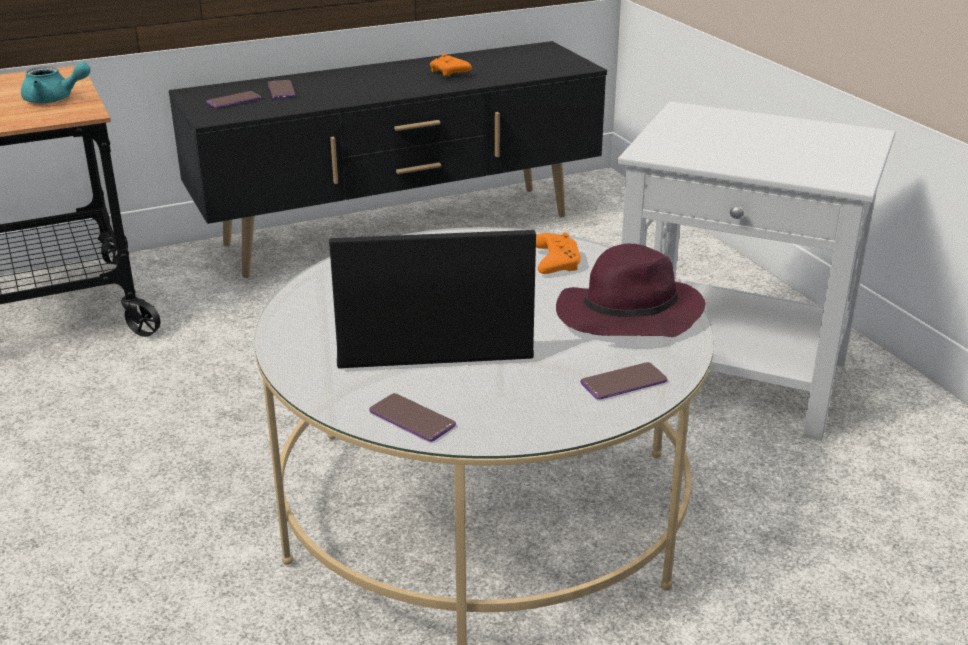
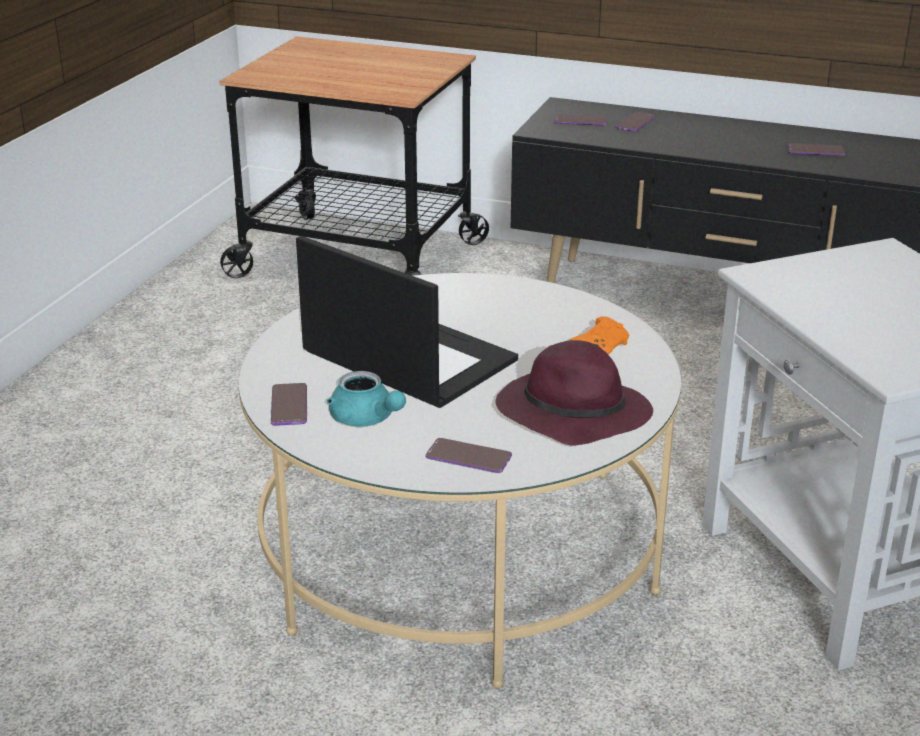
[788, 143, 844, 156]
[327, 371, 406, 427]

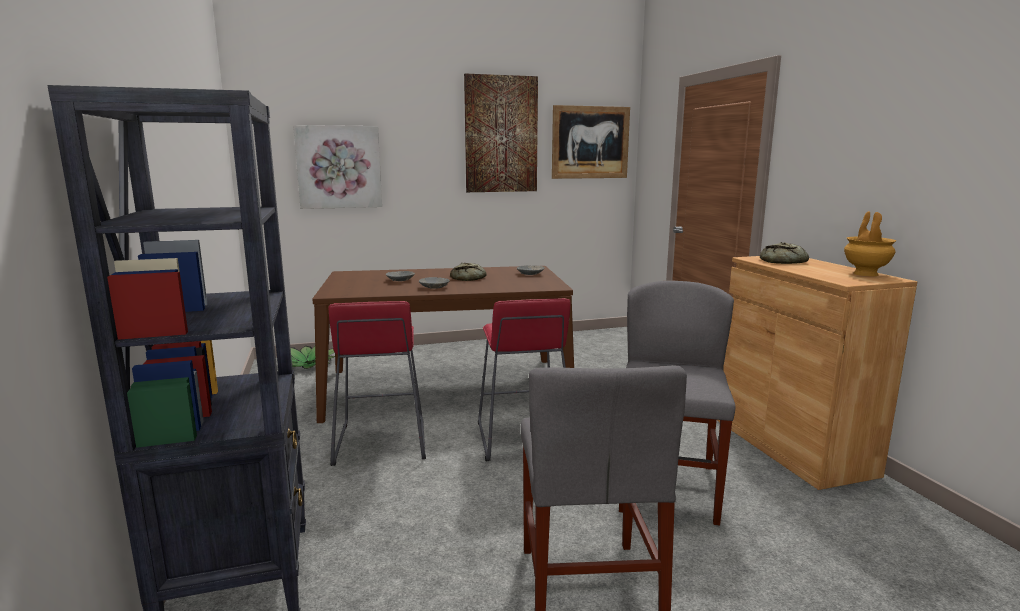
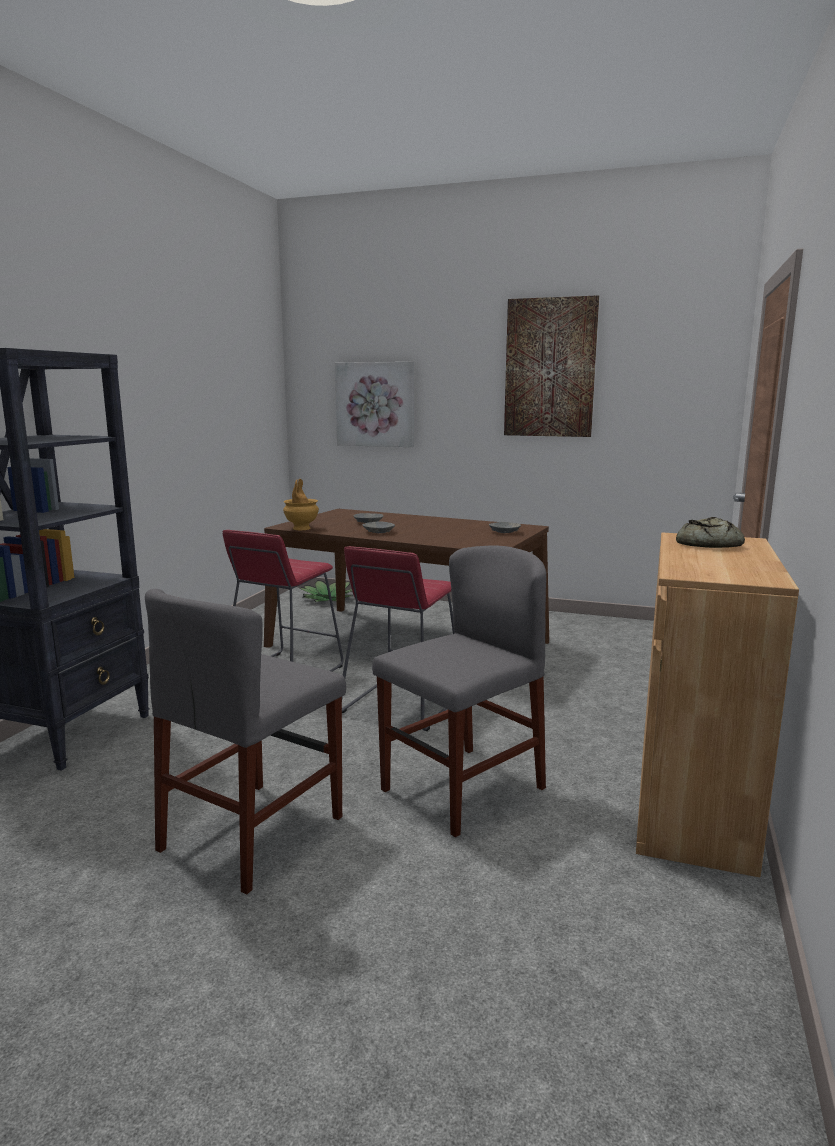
[552, 105, 630, 179] (first image)
[283, 479, 319, 530]
[450, 263, 487, 281] (first image)

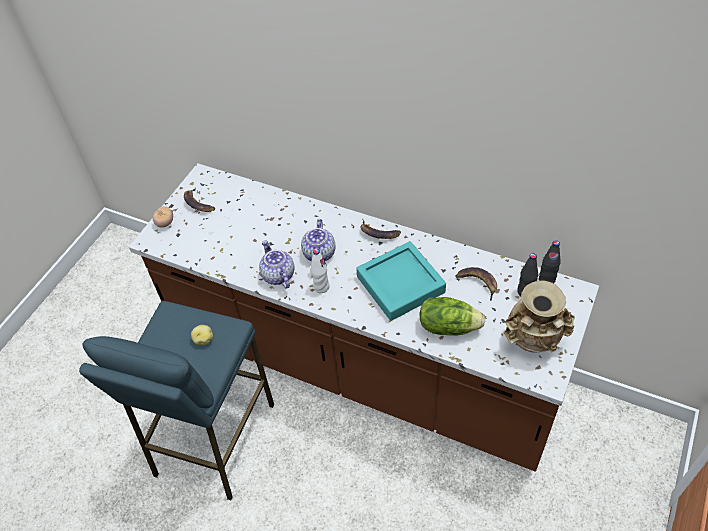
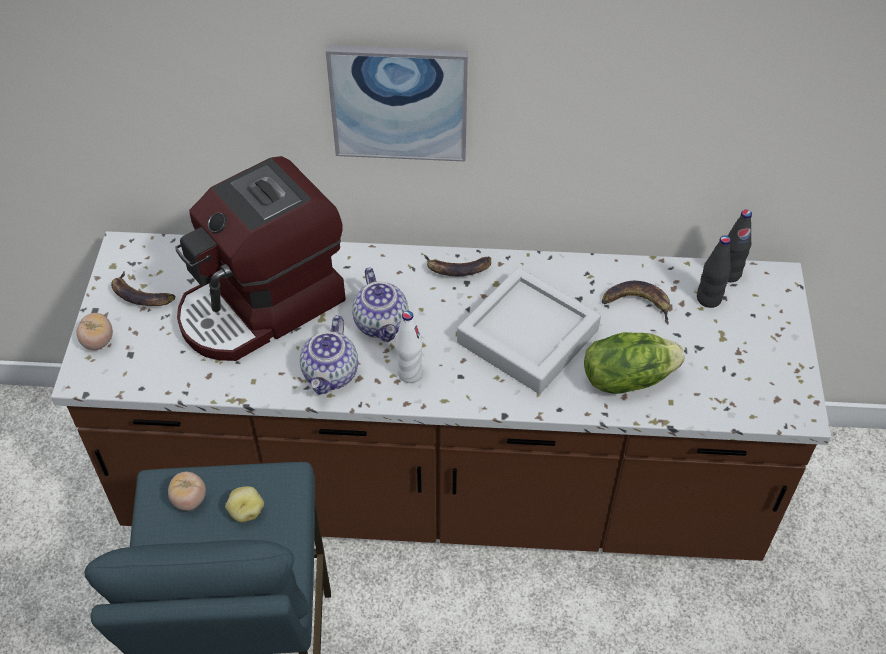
[300, 315, 358, 395]
[457, 267, 601, 394]
[503, 280, 574, 353] (first image)
[326, 45, 468, 161]
[175, 156, 346, 361]
[168, 472, 206, 511]

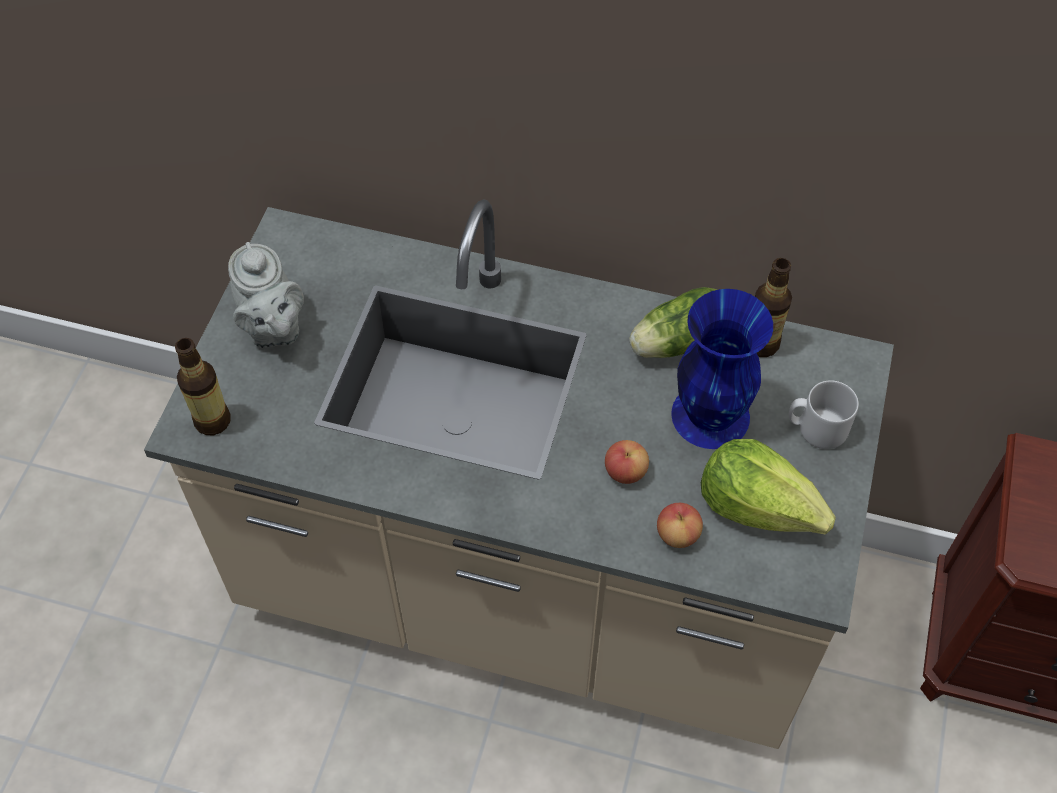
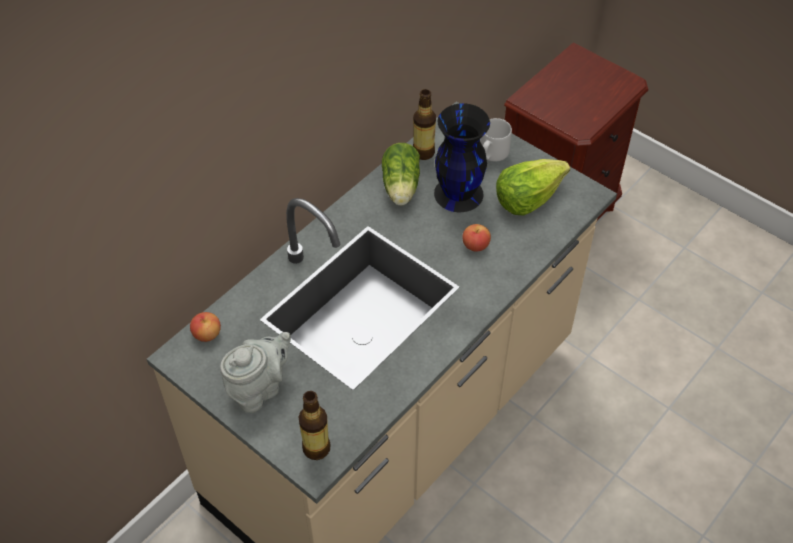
[220, 332, 291, 413]
[434, 103, 490, 212]
[190, 312, 221, 342]

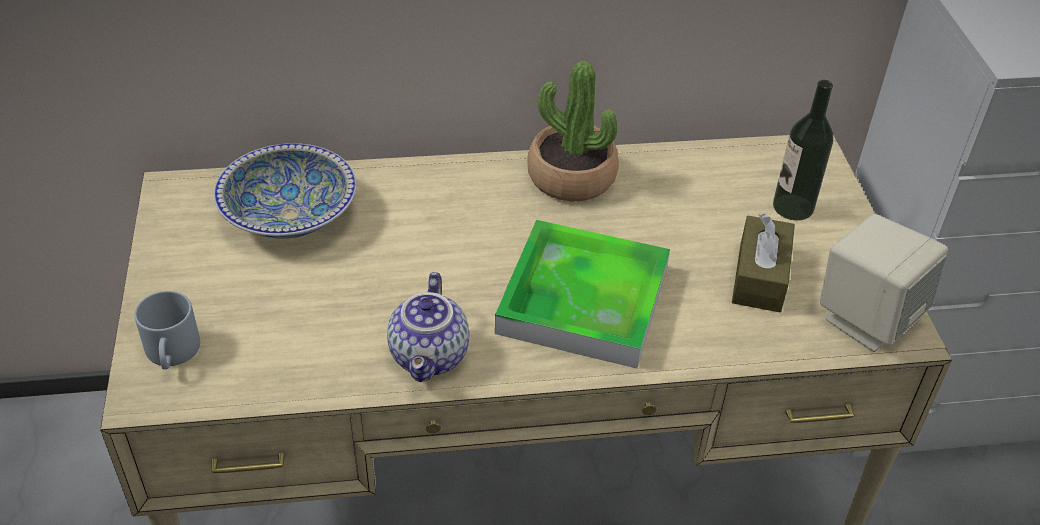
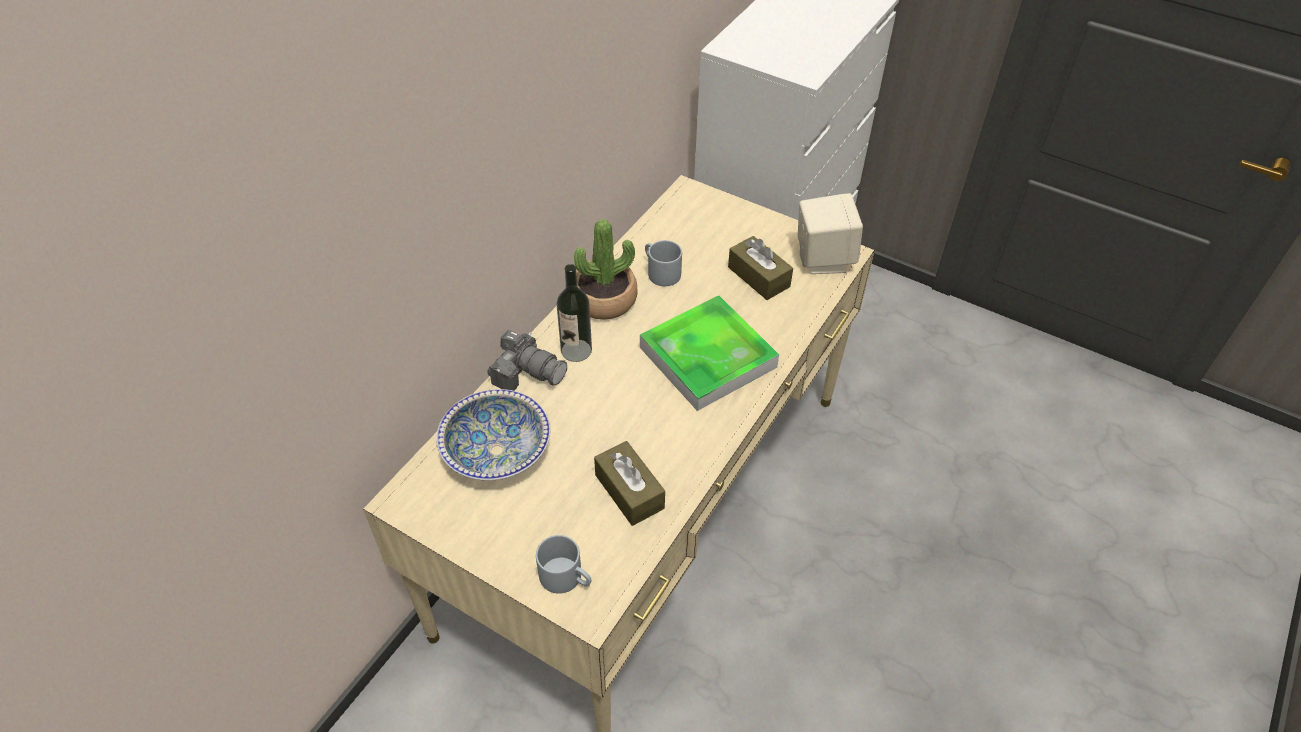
[557, 264, 592, 362]
[387, 272, 469, 382] (first image)
[645, 240, 682, 286]
[488, 330, 567, 391]
[594, 441, 665, 526]

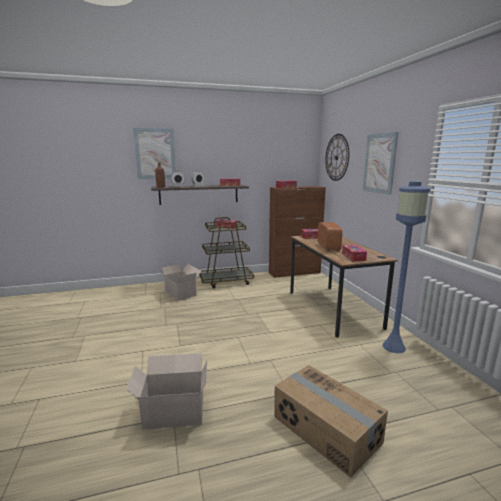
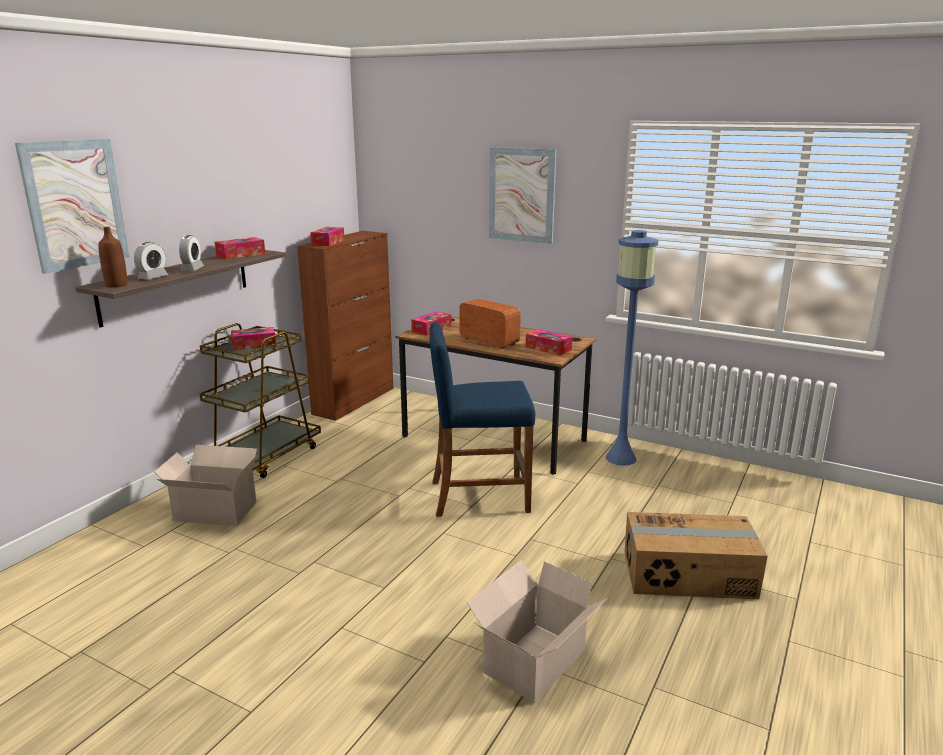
[325, 134, 349, 181] (first image)
[429, 322, 535, 517]

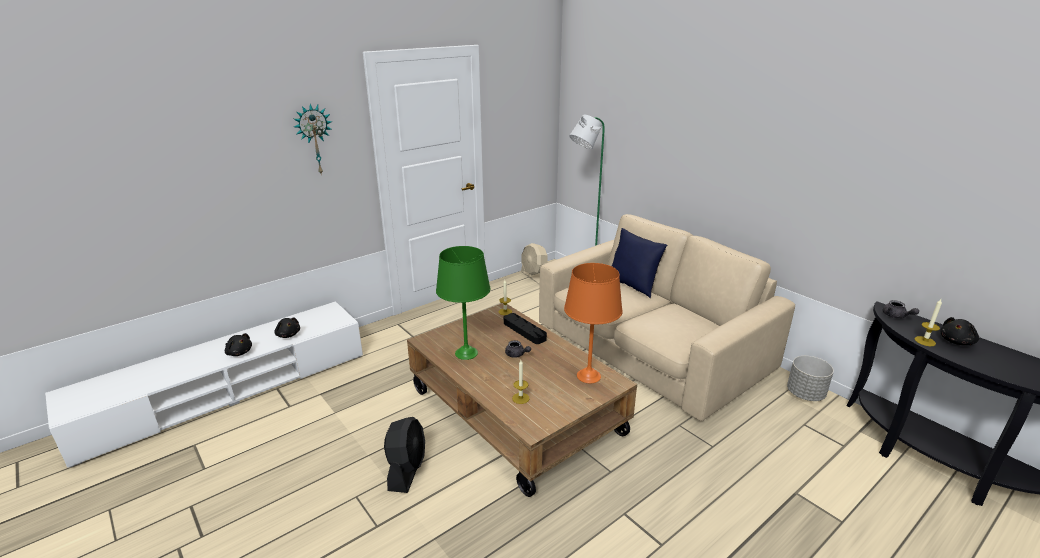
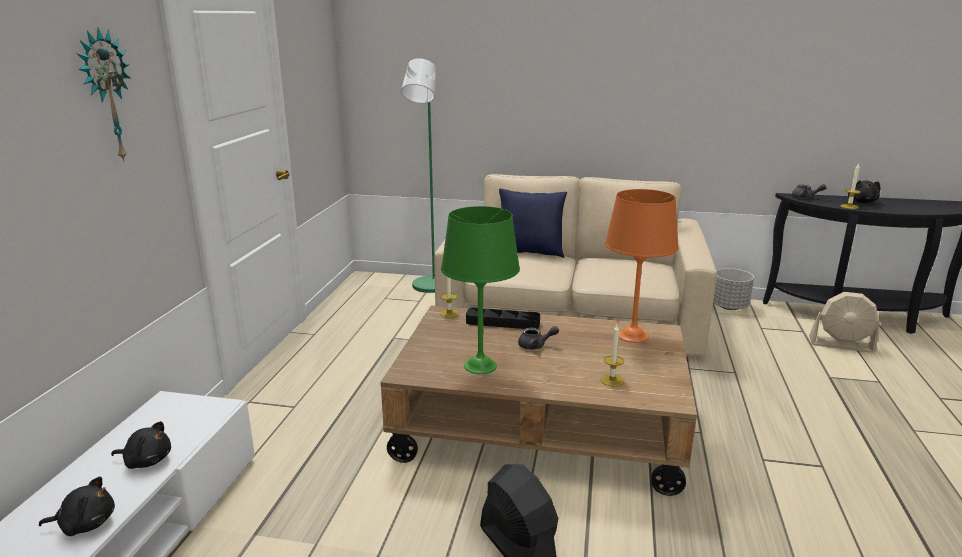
[809, 292, 879, 353]

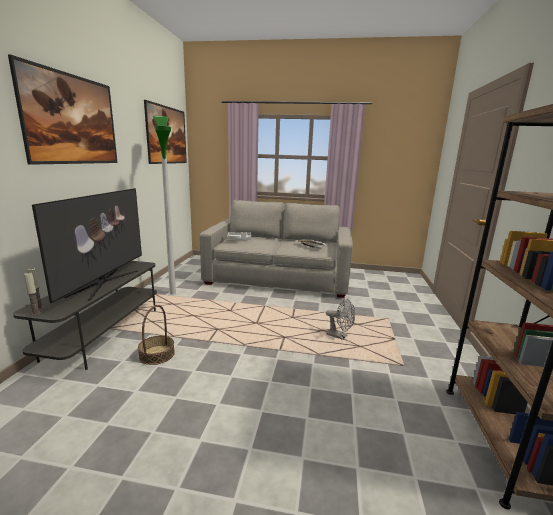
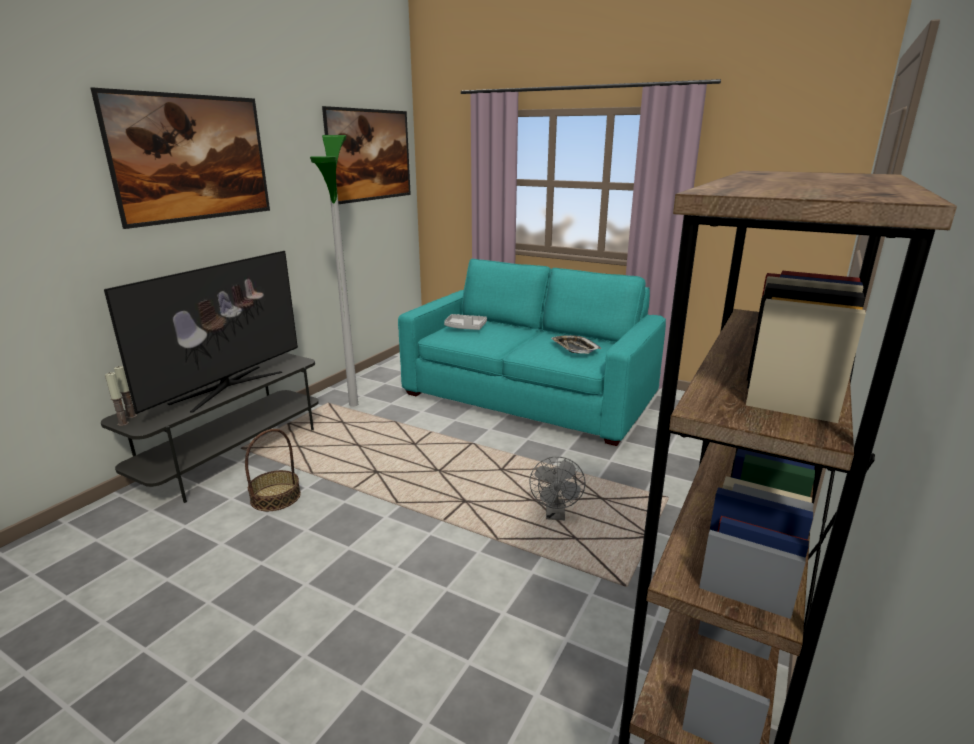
[398, 259, 666, 446]
[529, 456, 586, 520]

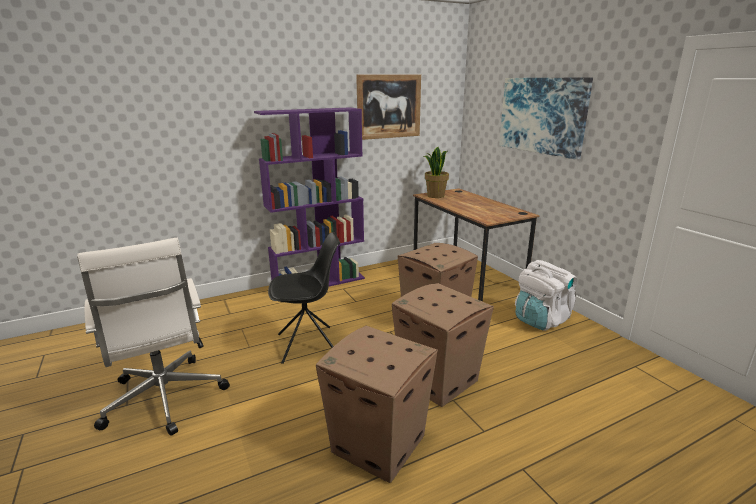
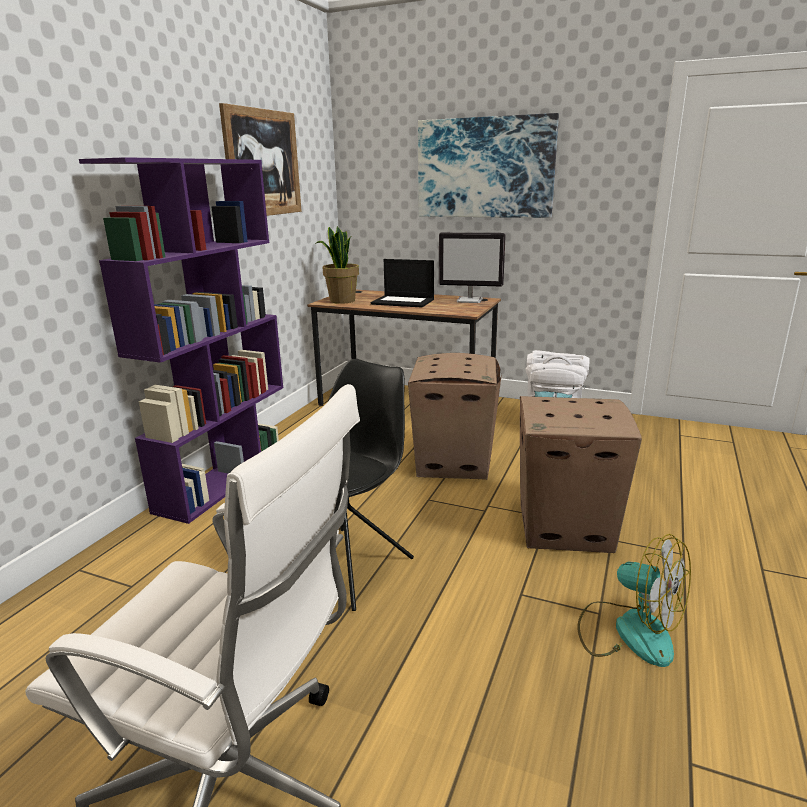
[577, 534, 691, 667]
[439, 233, 506, 303]
[371, 259, 434, 308]

